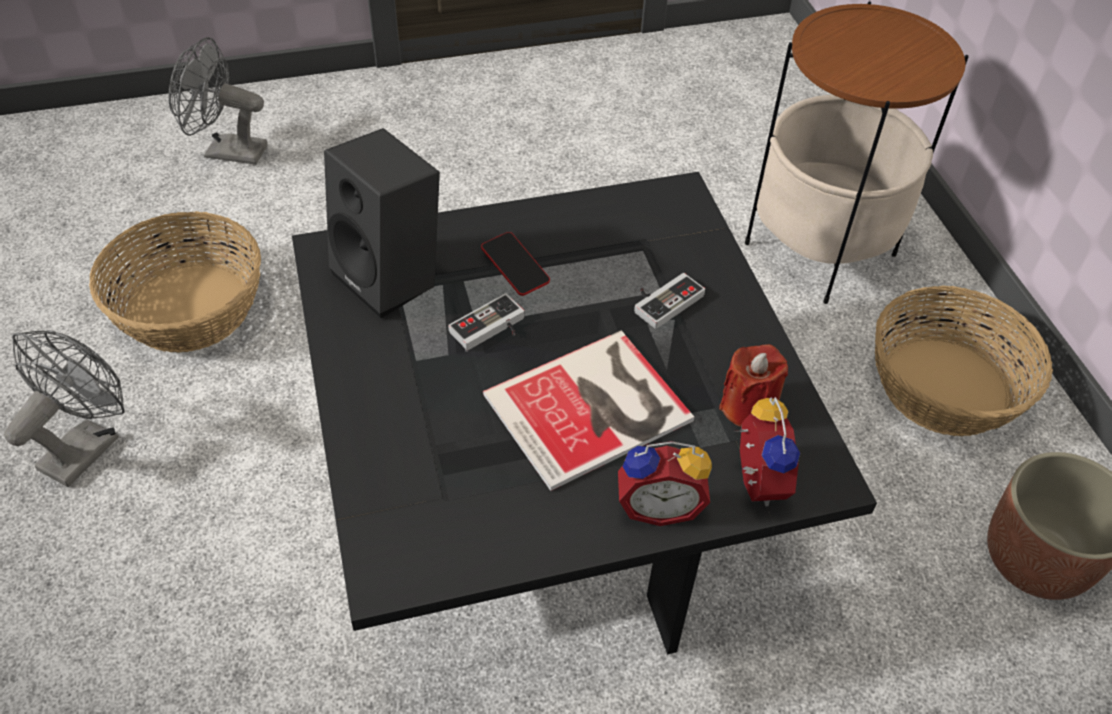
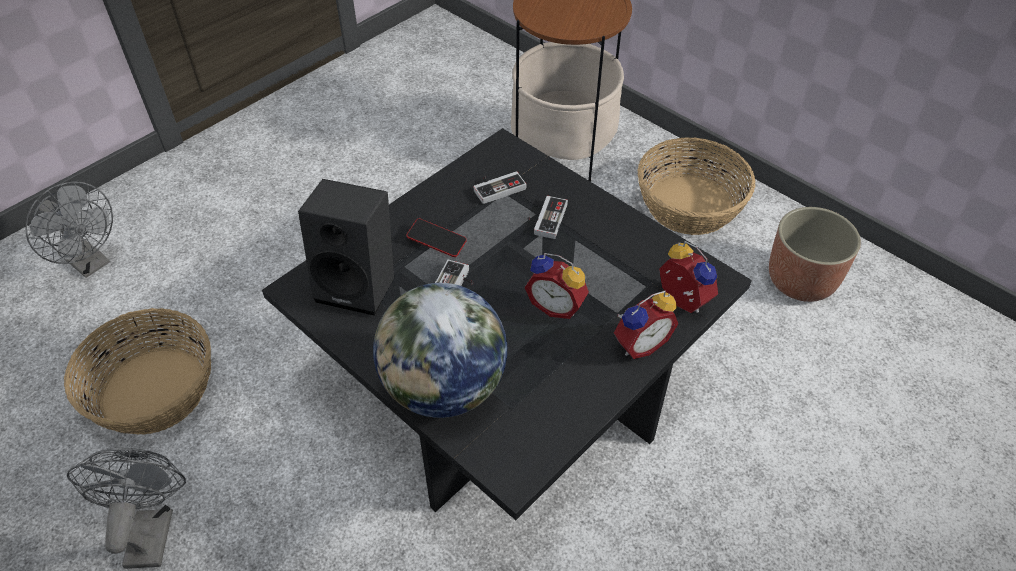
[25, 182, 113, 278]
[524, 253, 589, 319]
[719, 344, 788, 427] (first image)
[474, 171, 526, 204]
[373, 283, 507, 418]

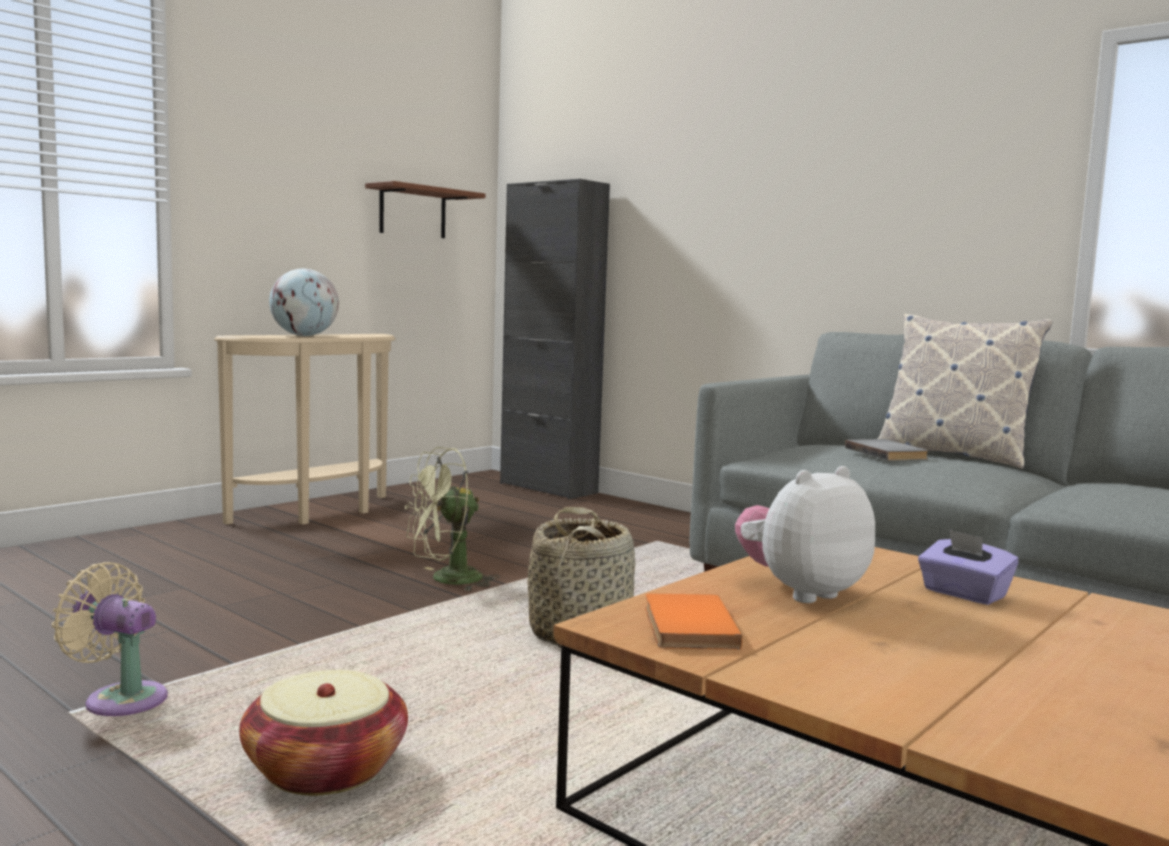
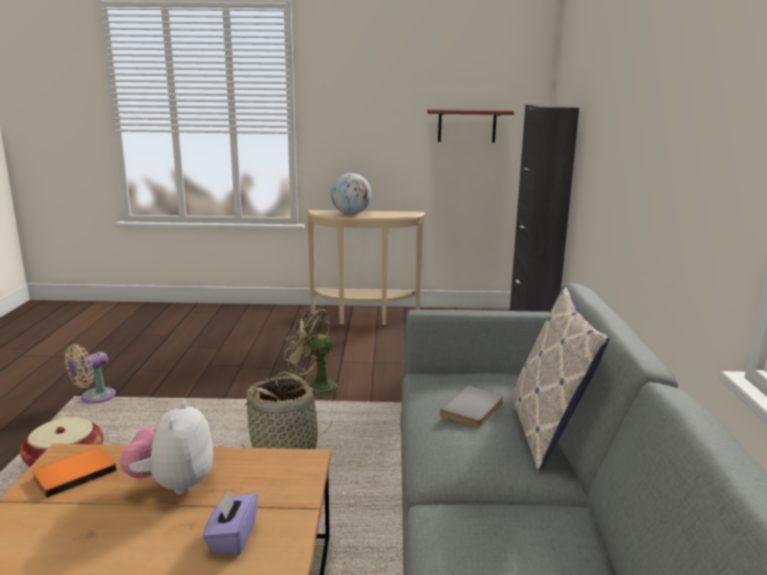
[120, 401, 213, 495]
[65, 344, 116, 404]

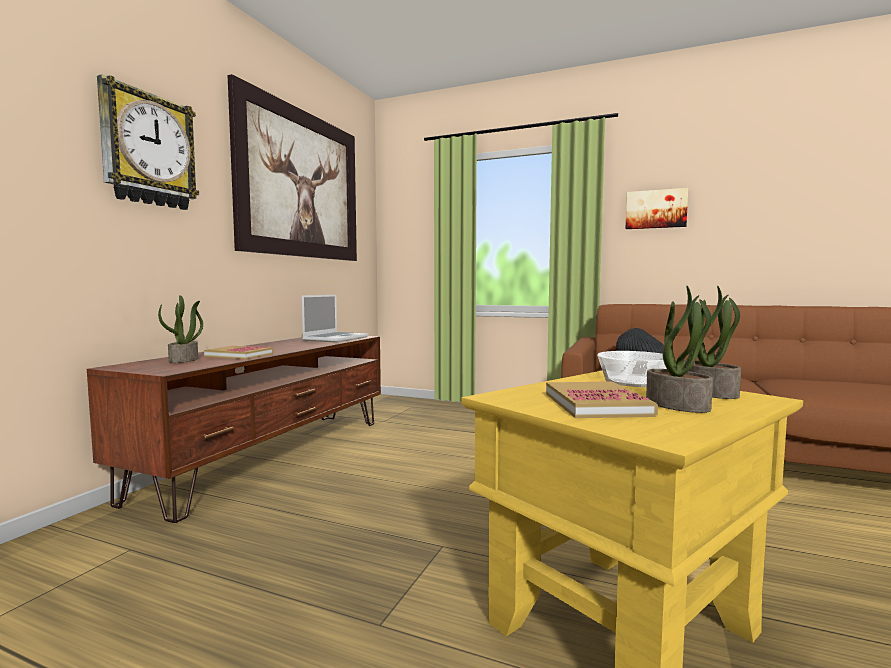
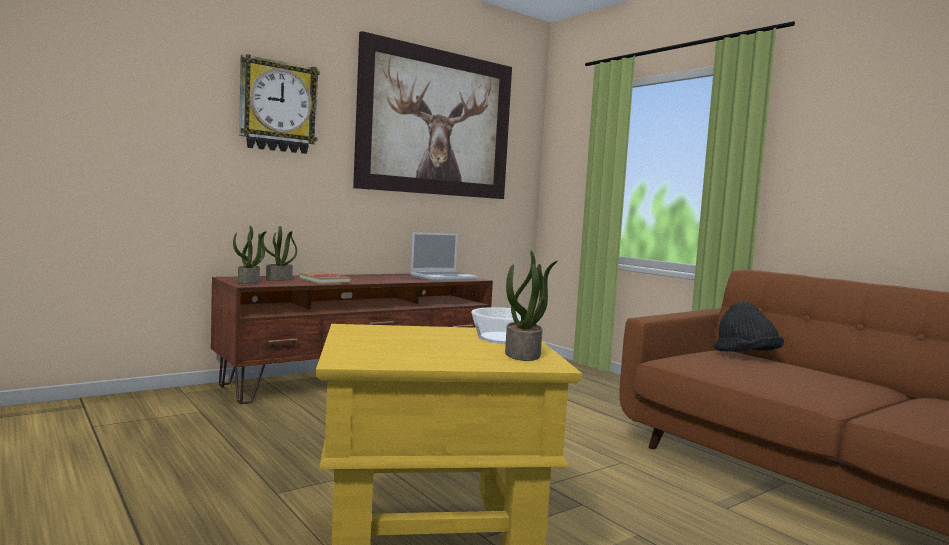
[626, 188, 688, 229] (first image)
[233, 226, 267, 284]
[546, 382, 658, 418] (first image)

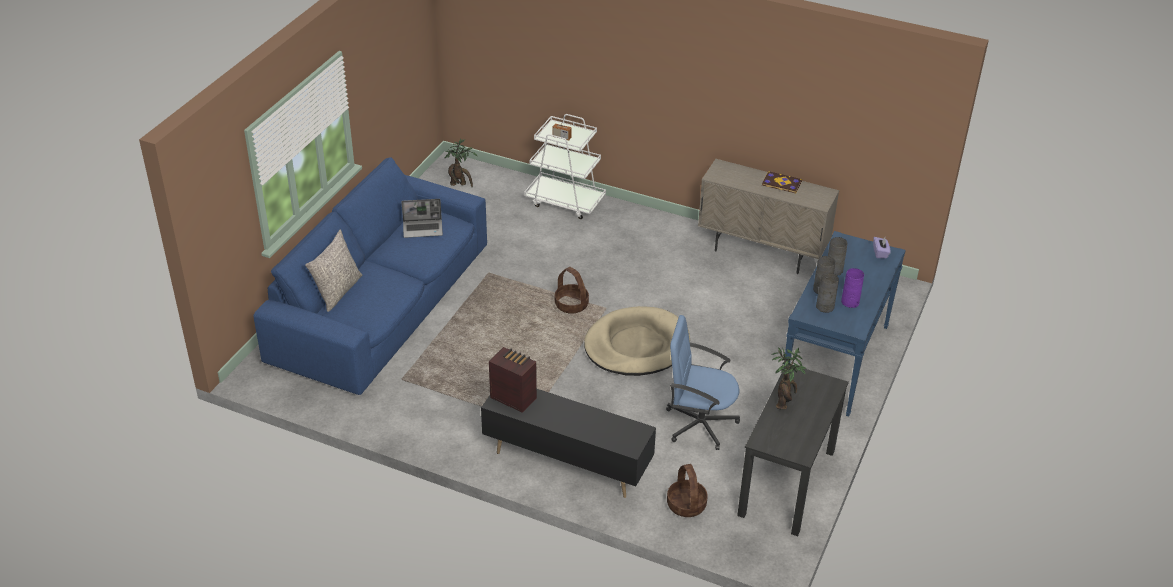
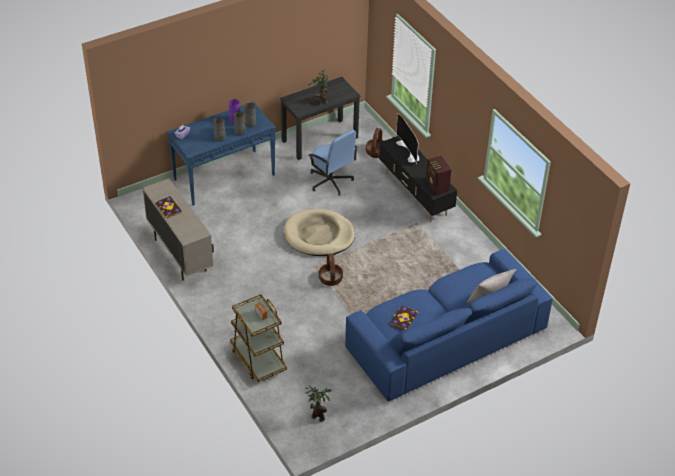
[230, 294, 287, 382]
[390, 305, 418, 330]
[396, 114, 419, 165]

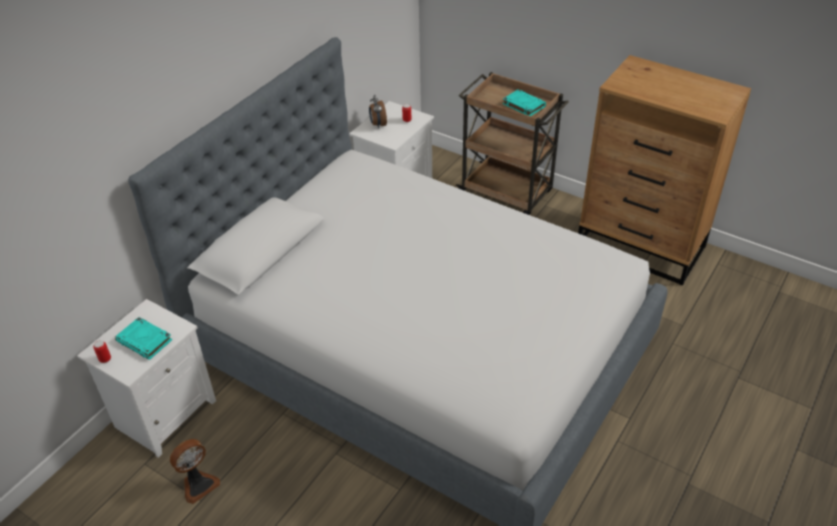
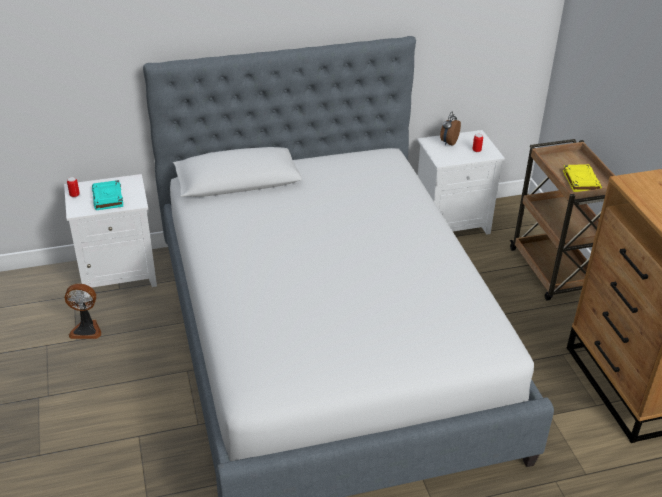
[563, 164, 602, 192]

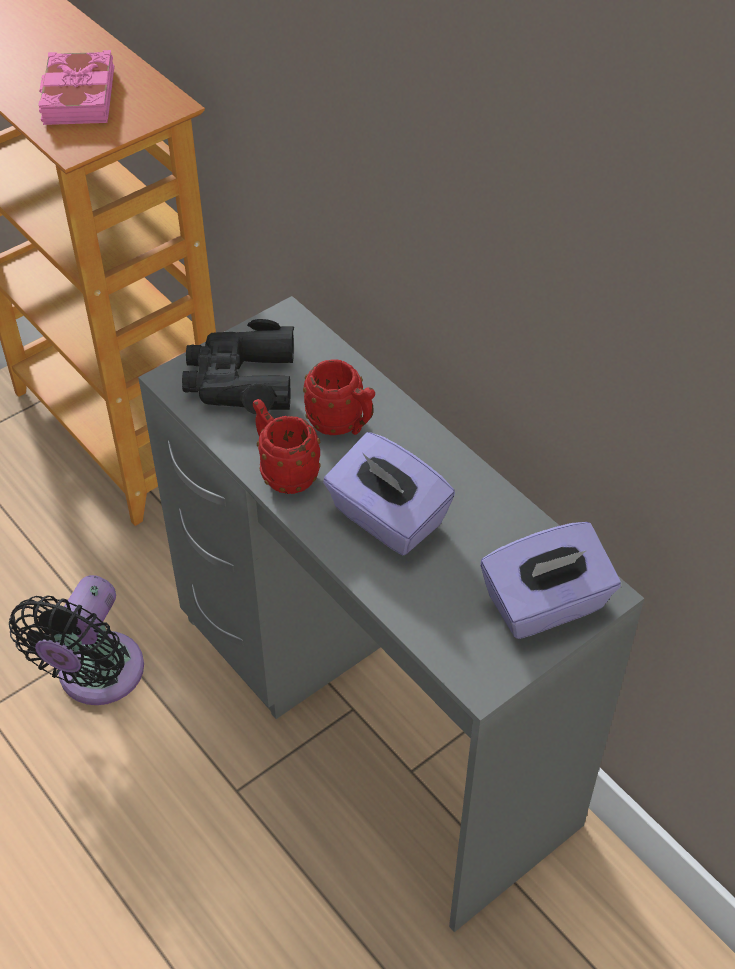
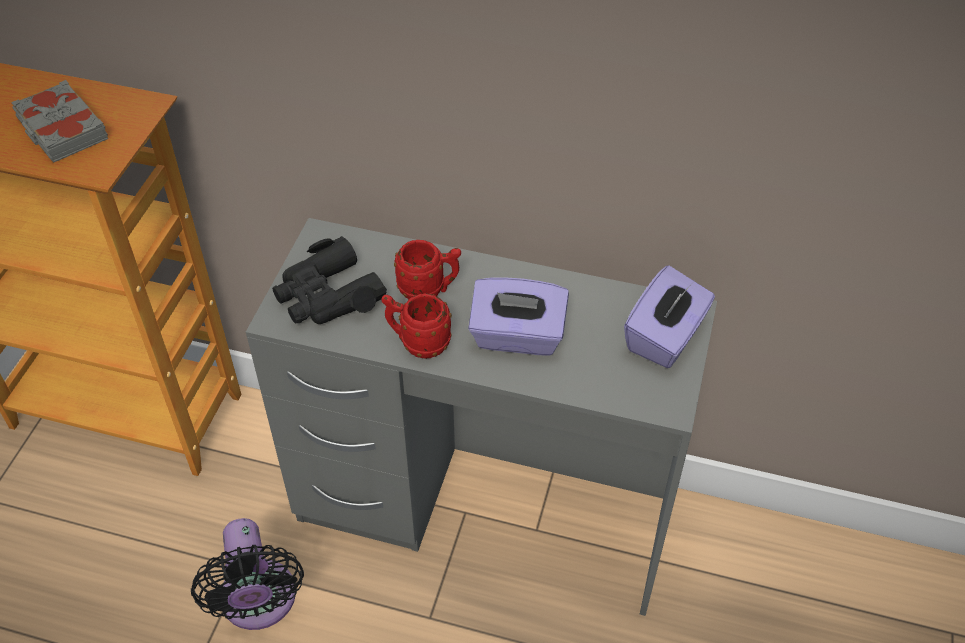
[11, 80, 108, 163]

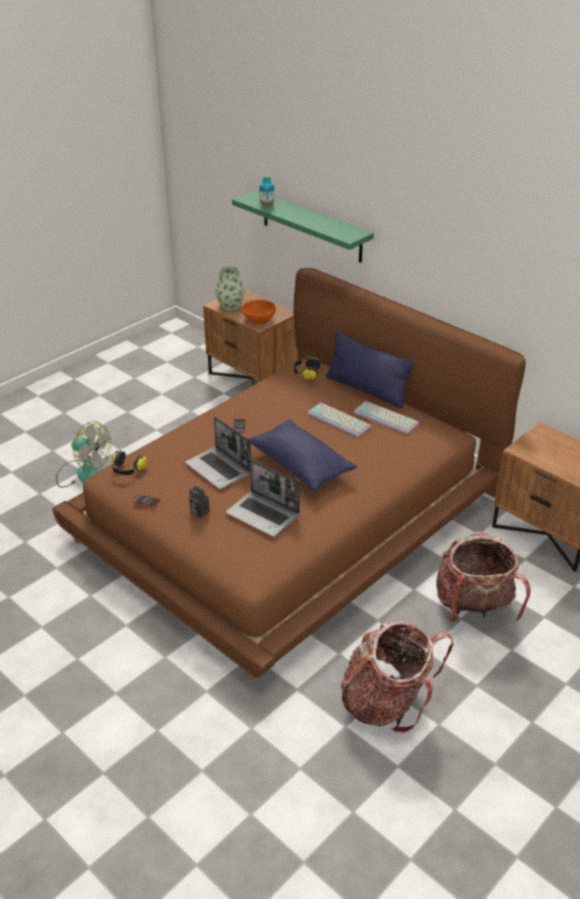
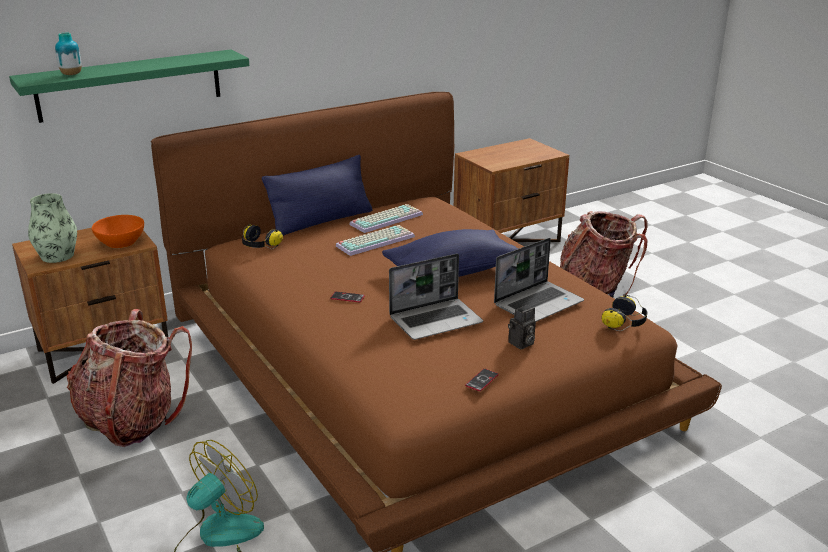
[601, 294, 647, 331]
[67, 309, 192, 447]

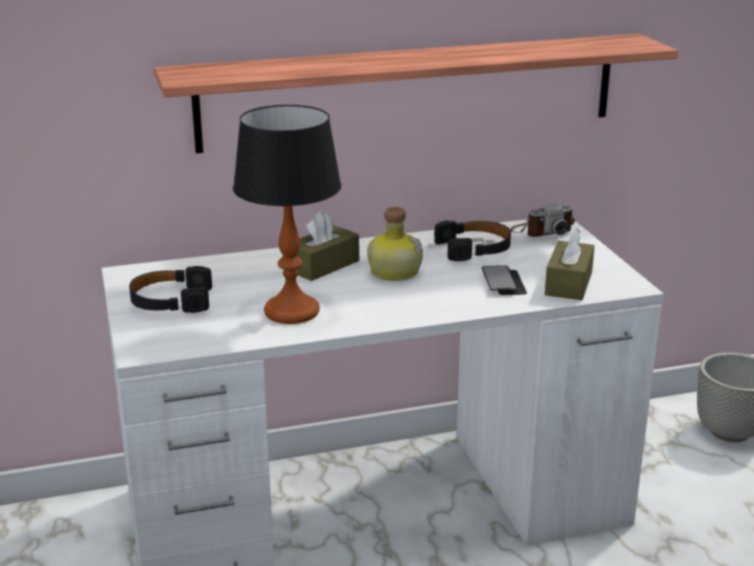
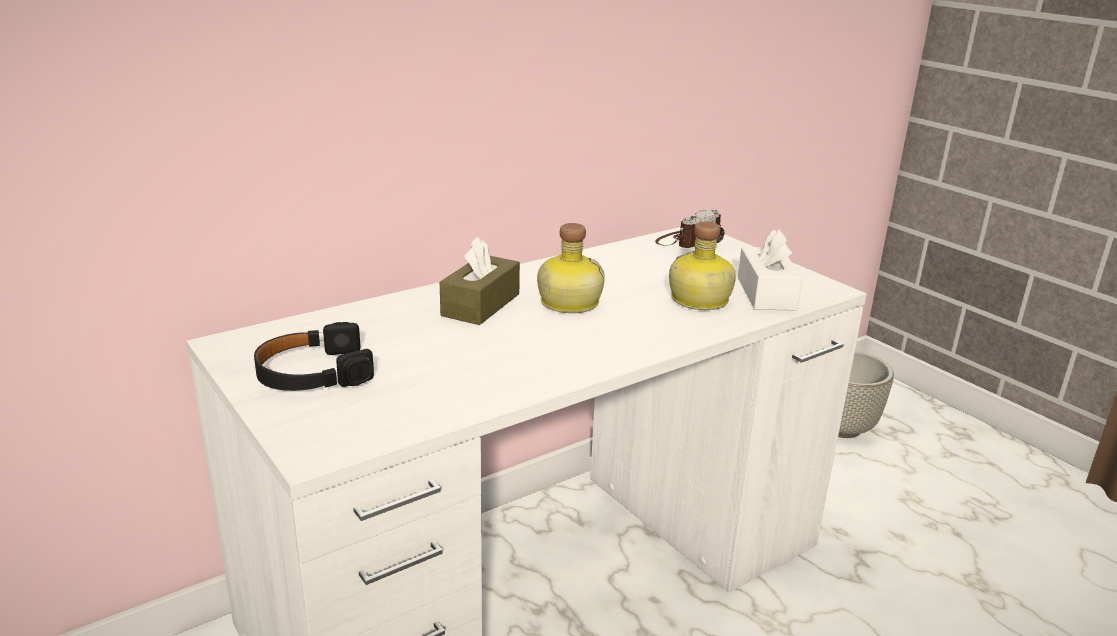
[154, 34, 678, 153] (first image)
[233, 105, 341, 324] (first image)
[434, 221, 511, 261] (first image)
[738, 229, 803, 310]
[669, 221, 736, 310]

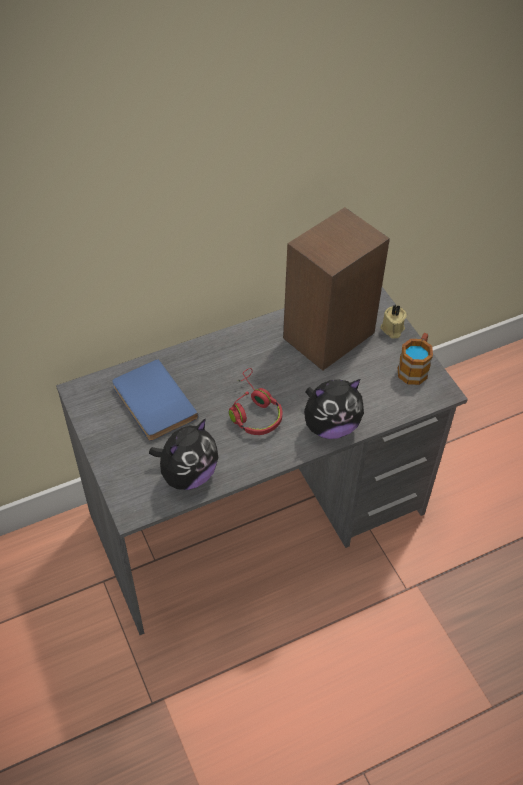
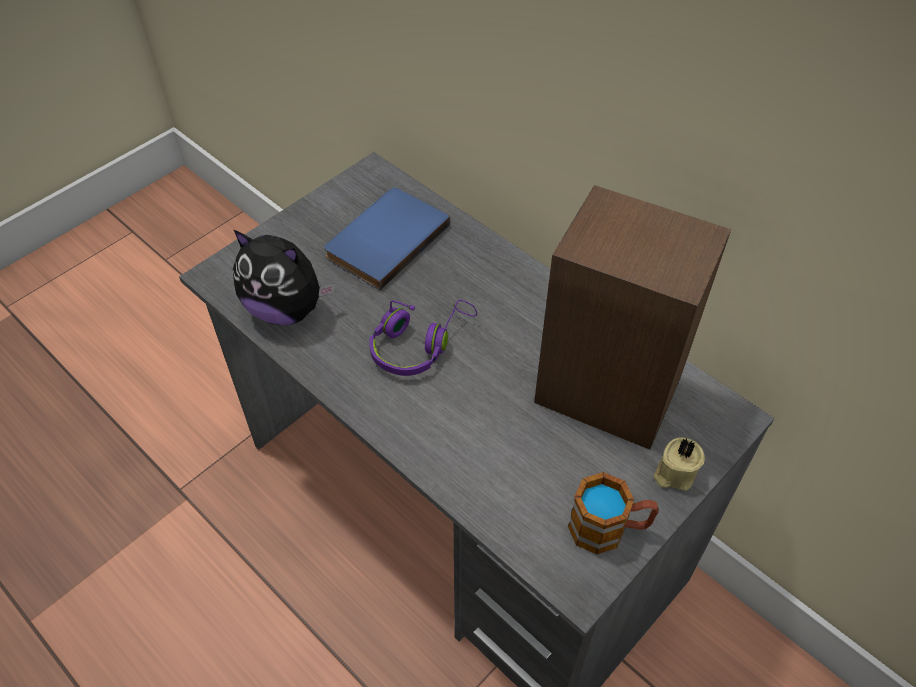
[369, 300, 477, 376]
[304, 379, 364, 439] (first image)

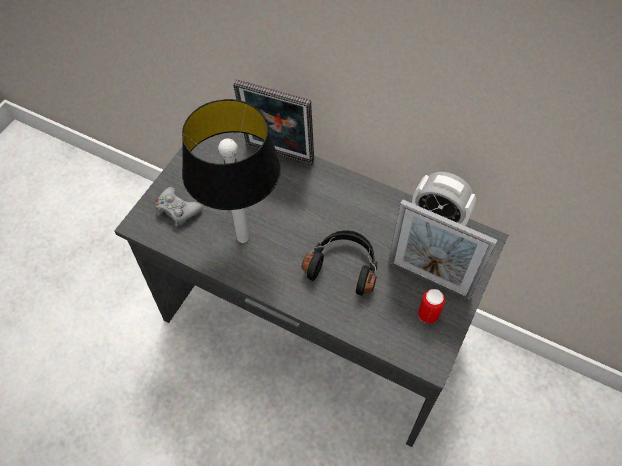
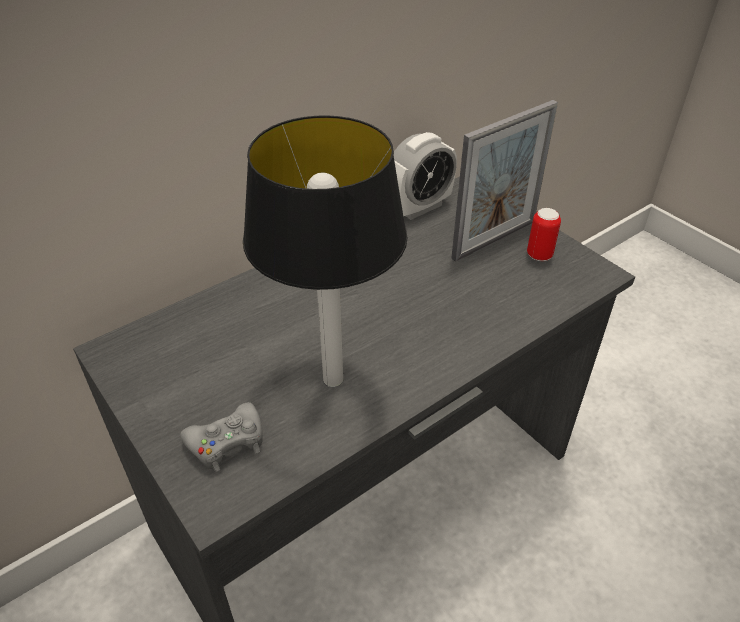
[233, 79, 314, 165] (first image)
[301, 230, 377, 296] (first image)

